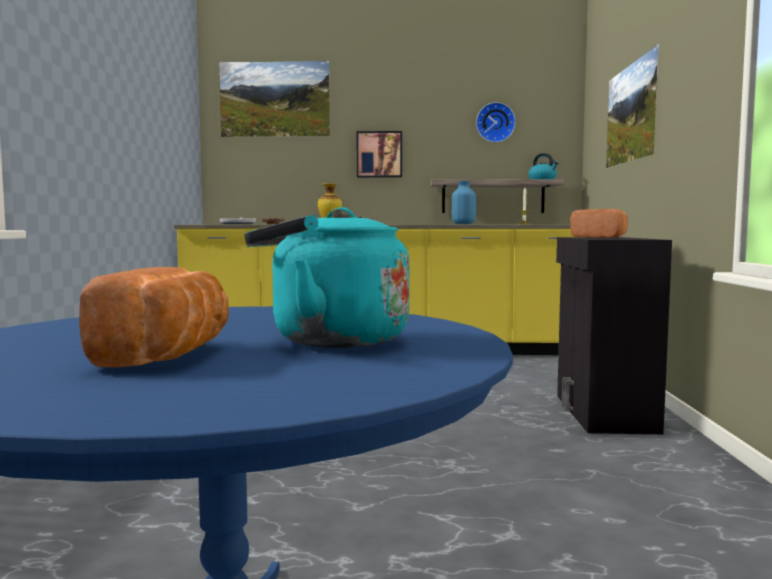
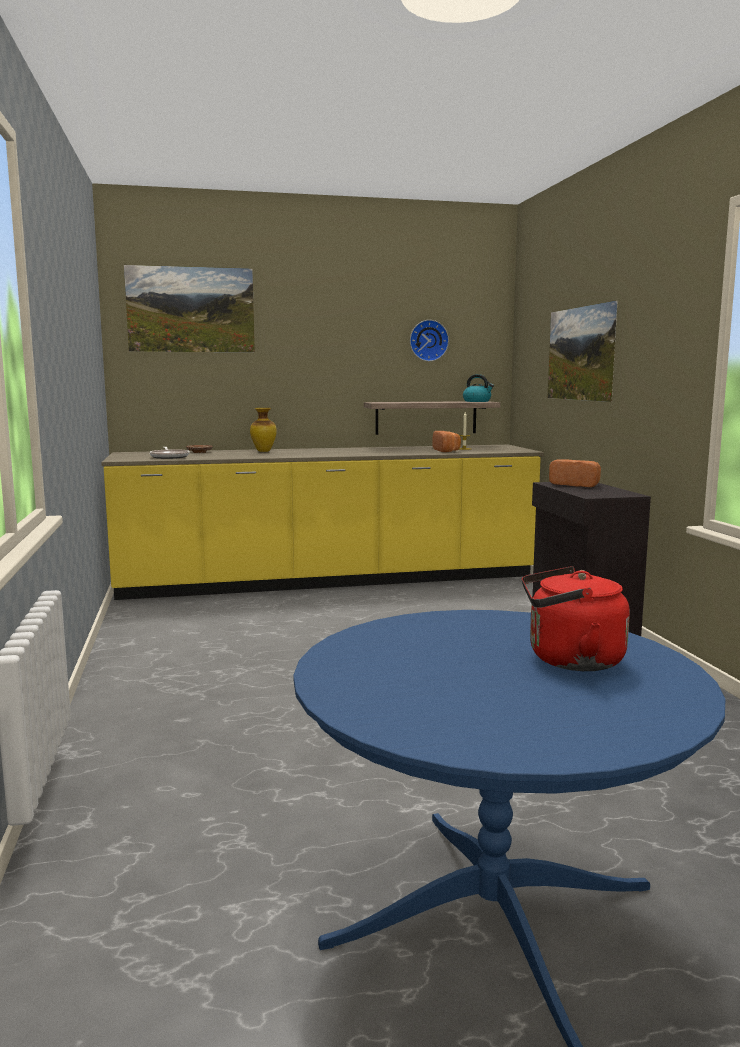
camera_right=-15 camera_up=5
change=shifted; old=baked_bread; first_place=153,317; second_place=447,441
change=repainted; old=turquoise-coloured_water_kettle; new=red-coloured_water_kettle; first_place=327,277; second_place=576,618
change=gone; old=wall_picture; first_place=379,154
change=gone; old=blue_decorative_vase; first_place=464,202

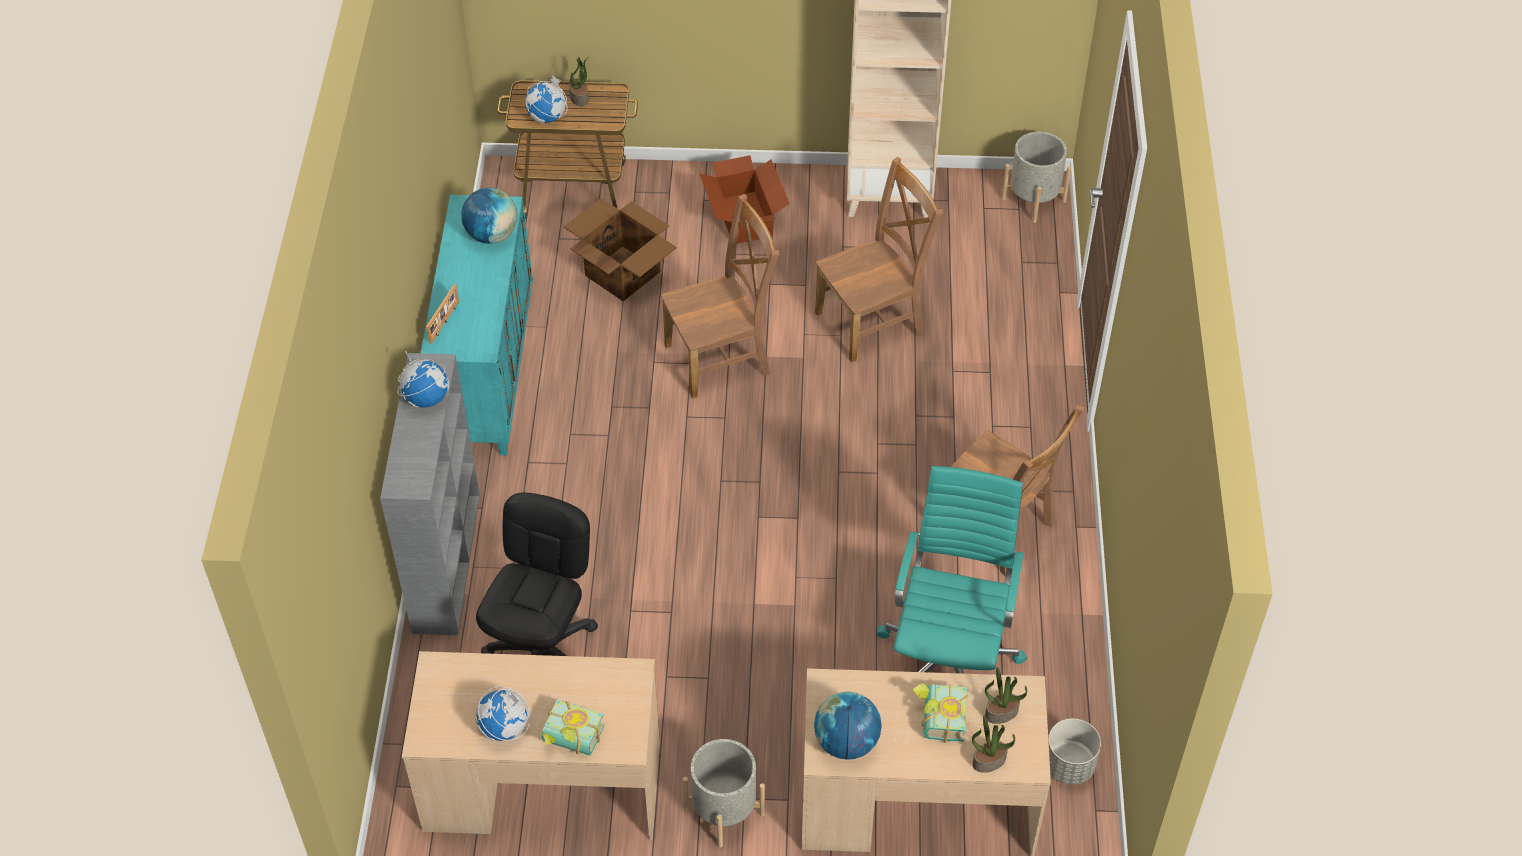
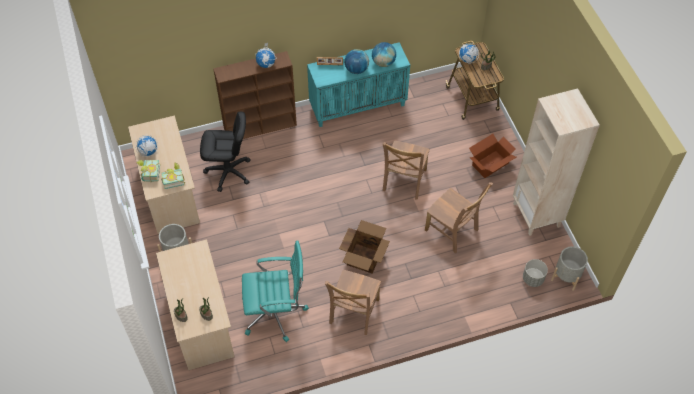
camera_right=70 camera_up=5
change=shifted; old=volume; first_place=940,713; second_place=173,176
change=repainted; old=gray_bookshelf; new=brown-coloured_bookshelf; first_place=430,494; second_place=255,95
change=shifted; old=packing_box; first_place=620,249; second_place=364,247
change=shifted; old=world_globe; first_place=848,726; second_place=357,61
change=rotated; old=brown-coloured_chair; first_place=720,296; second_place=406,170; degrees=60
change=shifted; old=gray_plant_pot; first_place=1074,751; second_place=535,273

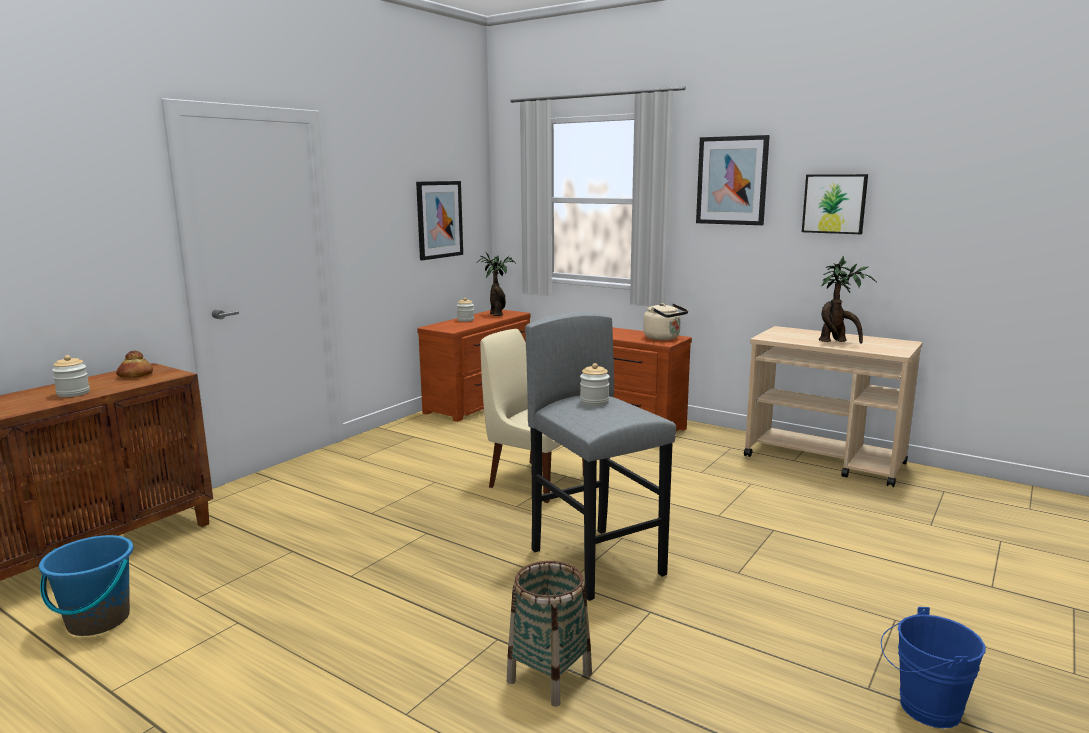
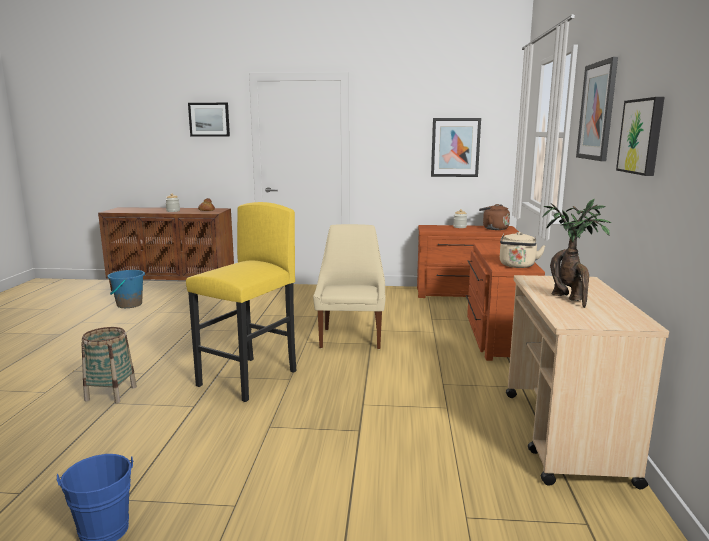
camera_right=60 camera_up=0
change=repainted; old=gray_stool; new=yellow_stool; first_place=600,456; second_place=241,302
change=new; new=wall_picture; second_place=209,120
change=swapped; old=houseplant; new=brown-coloured_water_kettle; first_place=496,283; second_place=494,217
change=gone; old=jar; first_place=595,384

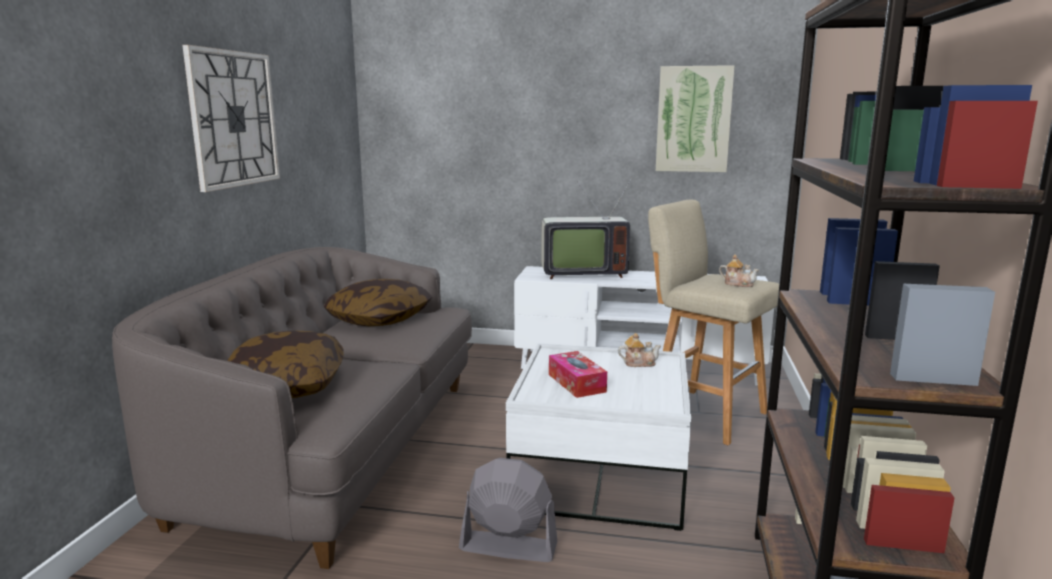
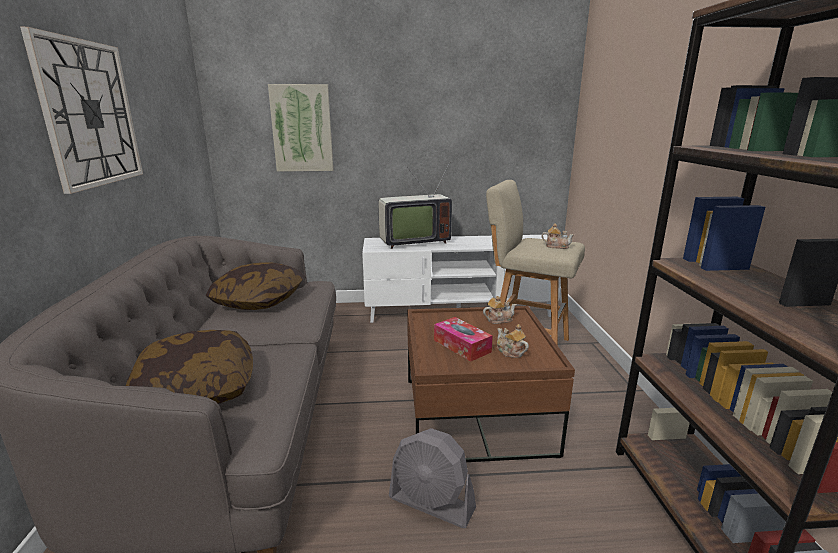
camera_right=-15 camera_up=5
change=shifted; old=wall_picture; first_place=695,118; second_place=300,128
change=rotated; old=gray_electric_fan; first_place=508,510; second_place=432,478; degrees=-150
change=repainted; old=white_low_table; new=brown-coloured_low_table; first_place=598,437; second_place=491,384
change=new; new=pot_for_tea; second_place=513,341

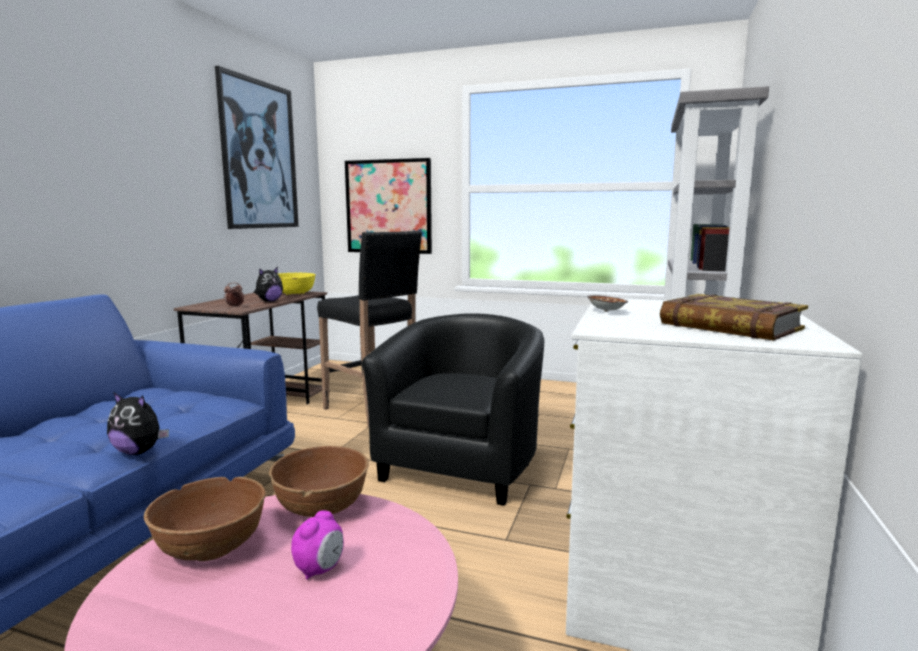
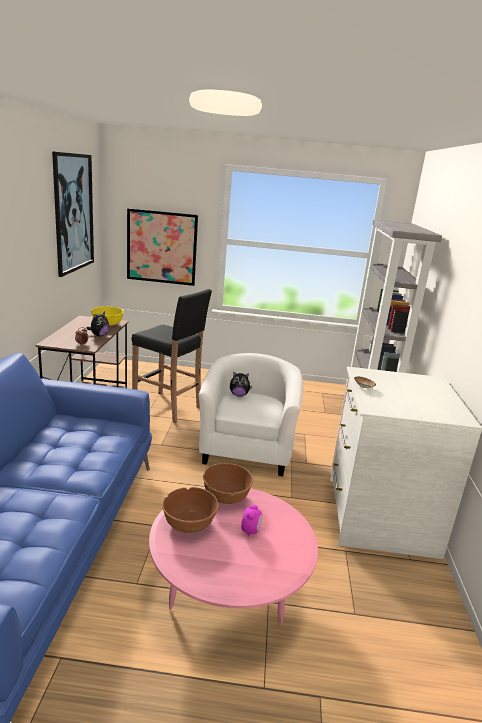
camera_right=-15 camera_up=10
change=repainted; old=blackish_lounge_chair; new=white_lounge_chair; first_place=453,409; second_place=251,414
change=shifted; old=soft_toy; first_place=138,423; second_place=241,384
change=gone; old=volume; first_place=734,317

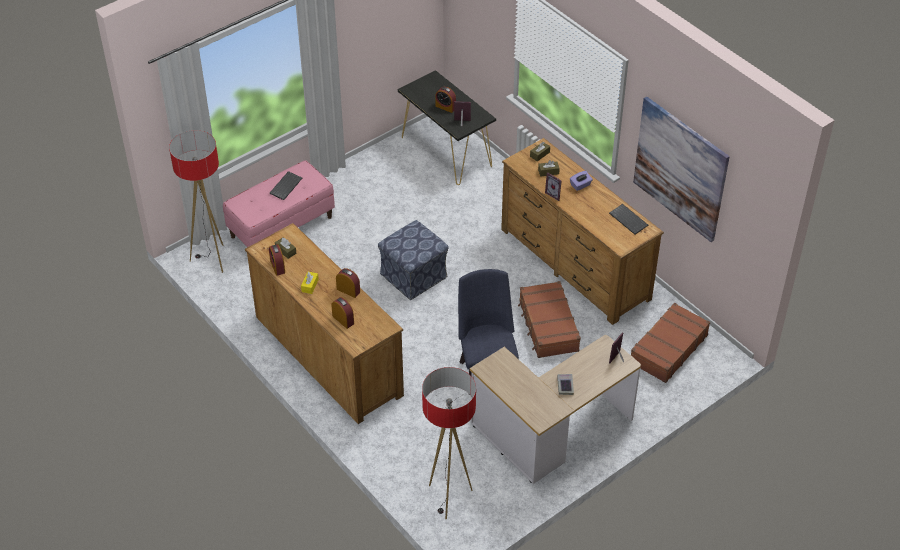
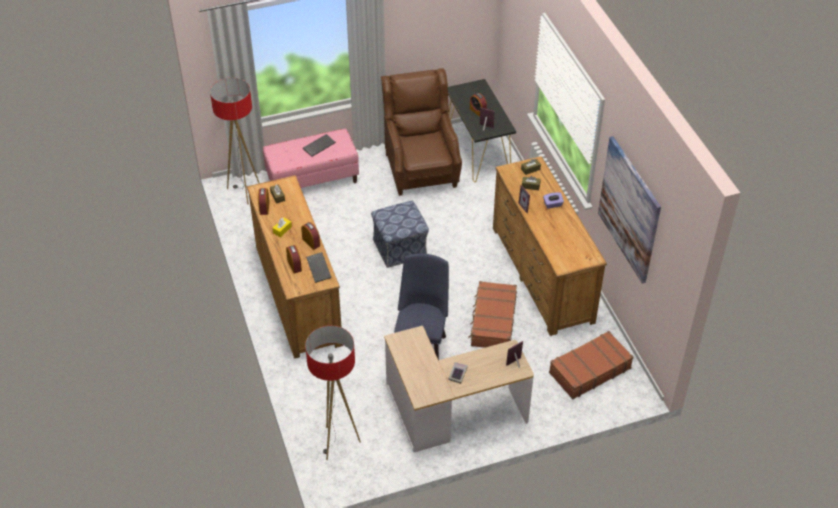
camera_right=20 camera_up=0
change=shifted; old=keyboard; first_place=628,219; second_place=318,267
change=new; new=brown-coloured_lounge_chair; second_place=421,132

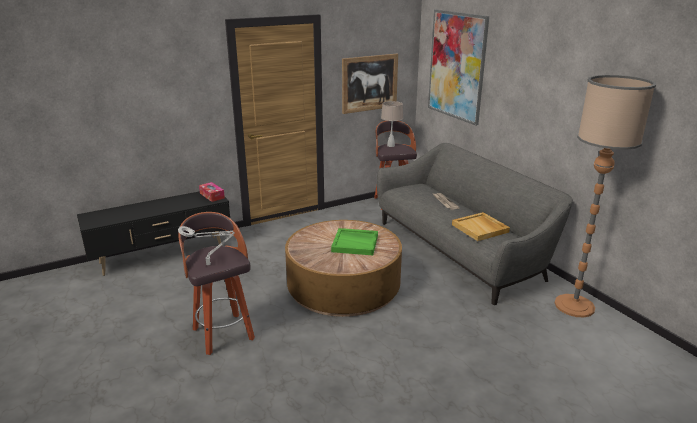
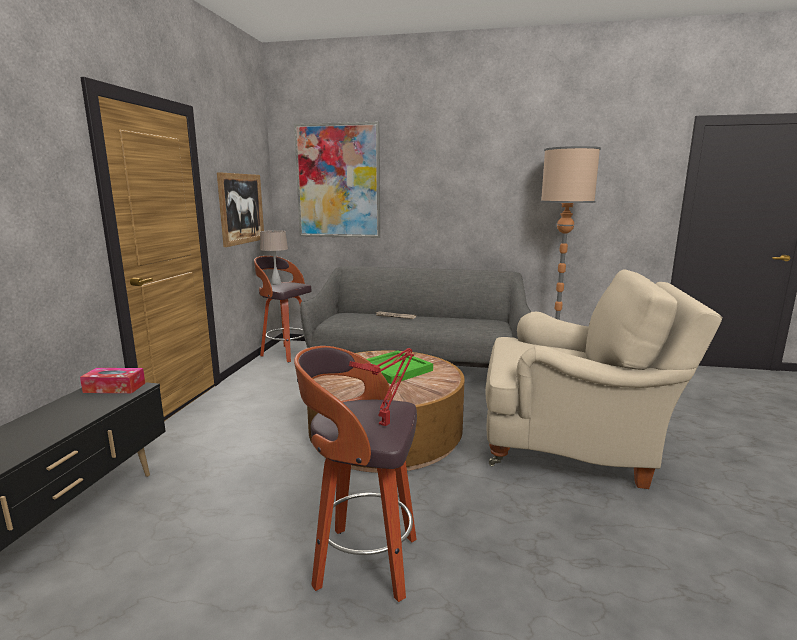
camera_right=-50 camera_up=-10
change=repainted; old=gray_lamp_for_a_table; new=red-coloured_lamp_for_a_table; first_place=206,245; second_place=381,387
change=new; new=beige_lounge_chair; second_place=603,379
change=gone; old=beige_carrying_tray; first_place=481,226

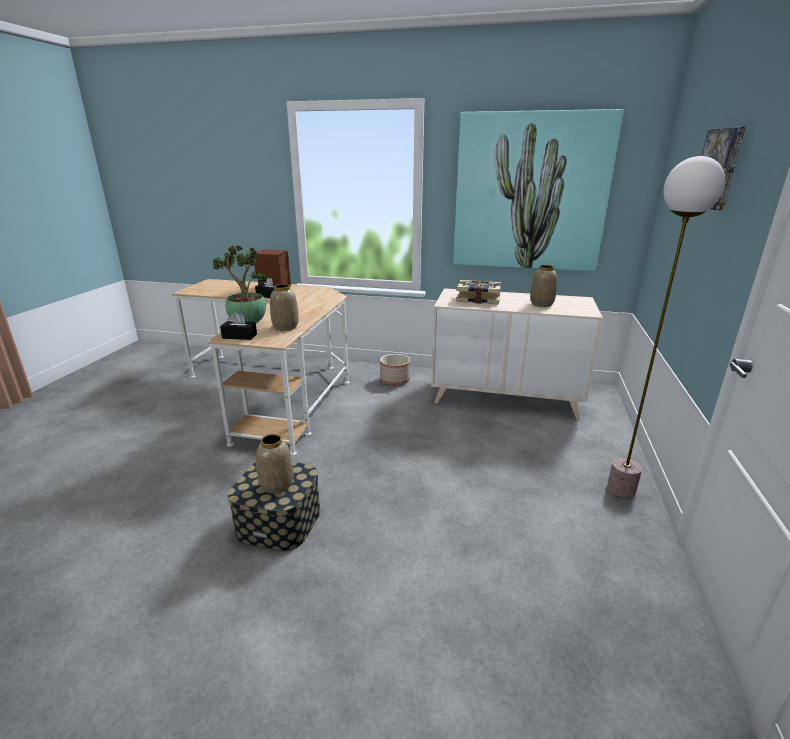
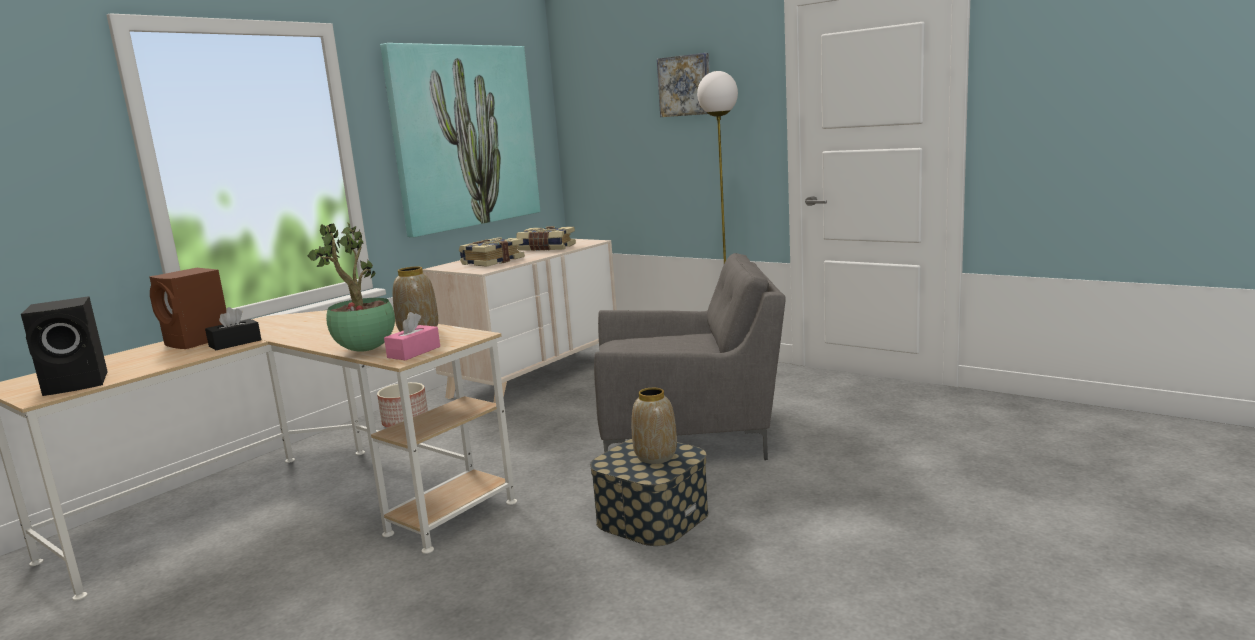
camera_right=-65 camera_up=-10
change=new; new=blackish_speaker; second_place=64,346
change=repainted; old=blackish_tissue_box; new=pink-coloured_tissue_box; first_place=238,326; second_place=412,336
change=swapped; old=decorative_vase; new=volume; first_place=543,286; second_place=546,238
change=new; new=gray_lounge_chair; second_place=690,356

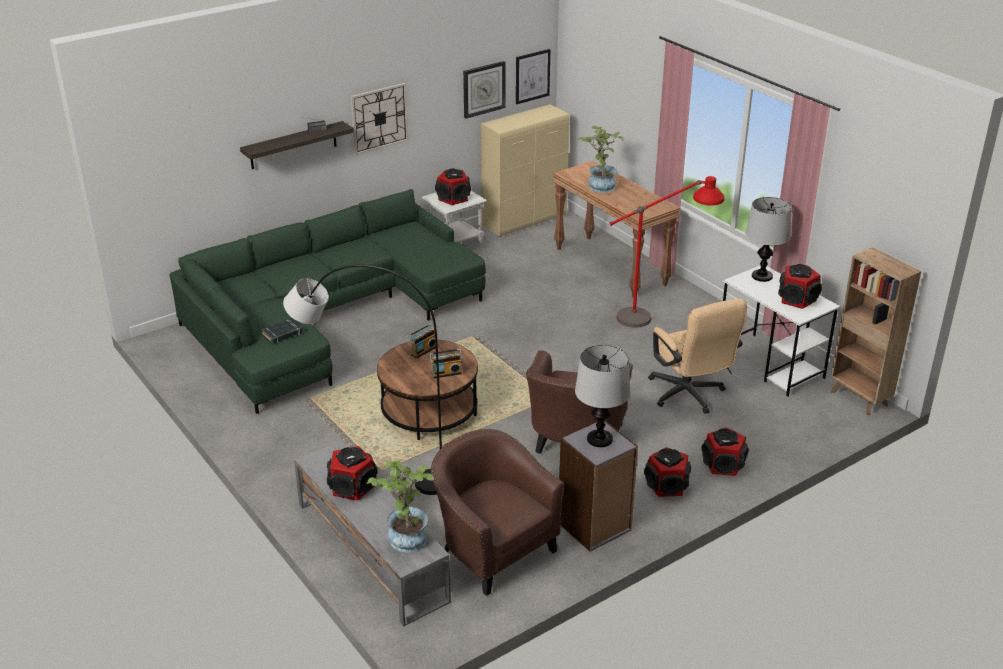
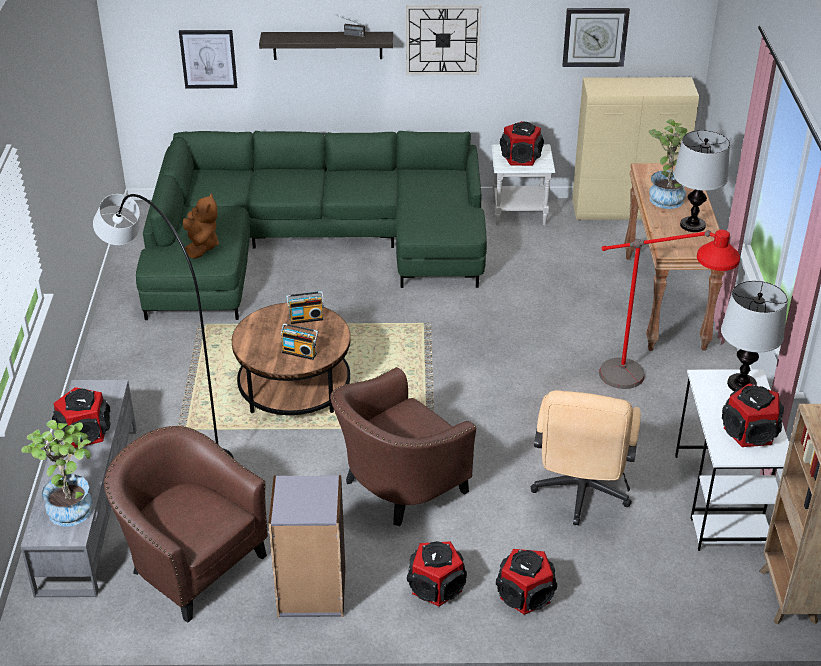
camera_right=35 camera_up=5
change=rotated; old=brown-coloured_lounge_chair; first_place=497,512; second_place=186,524; degrees=-45
change=shifted; old=wall_picture; first_place=533,76; second_place=208,59
change=swapped; old=blackish_volume; new=brown-coloured_soft_toy; first_place=282,331; second_place=201,226
change=shifted; old=lamp_for_a_table; first_place=602,396; second_place=702,181

